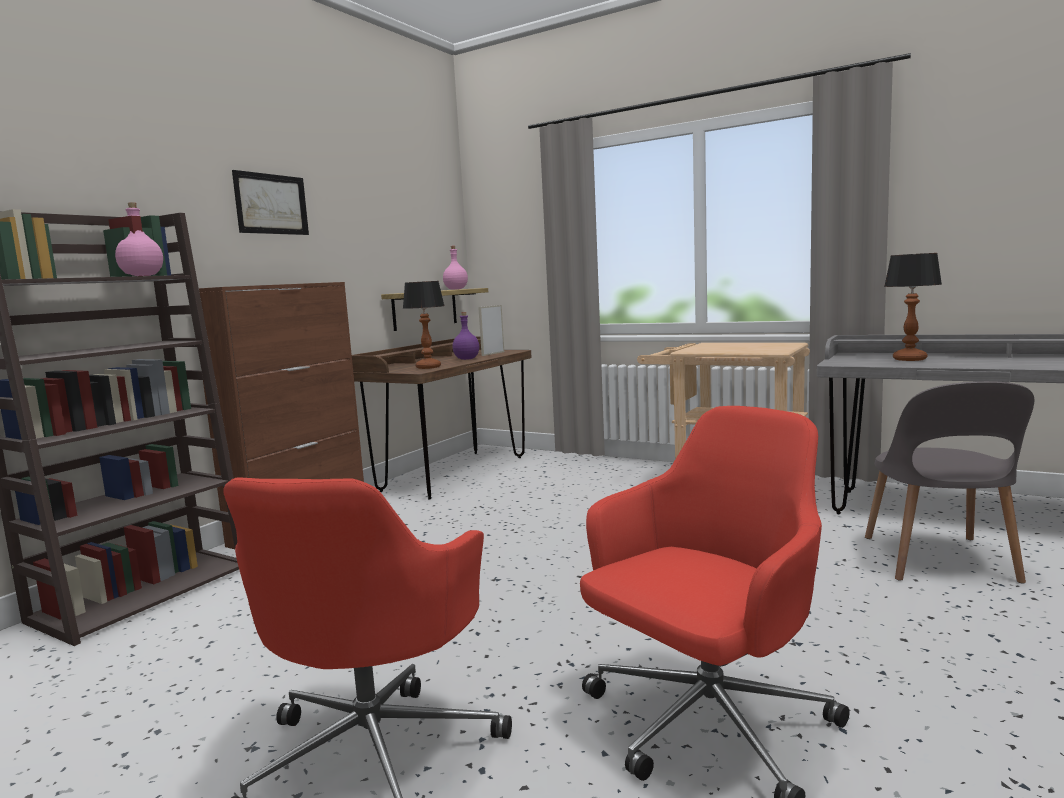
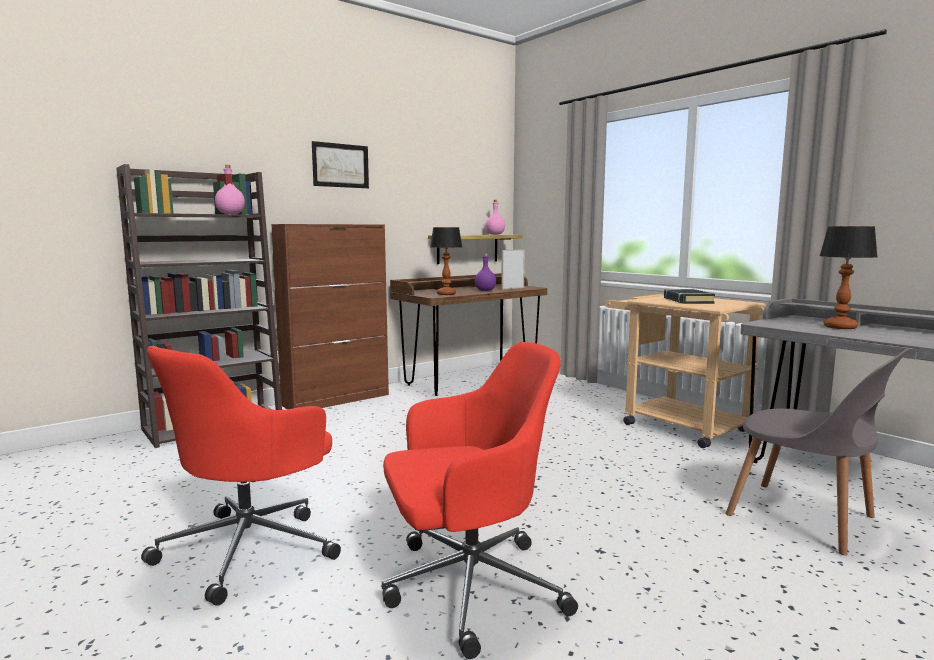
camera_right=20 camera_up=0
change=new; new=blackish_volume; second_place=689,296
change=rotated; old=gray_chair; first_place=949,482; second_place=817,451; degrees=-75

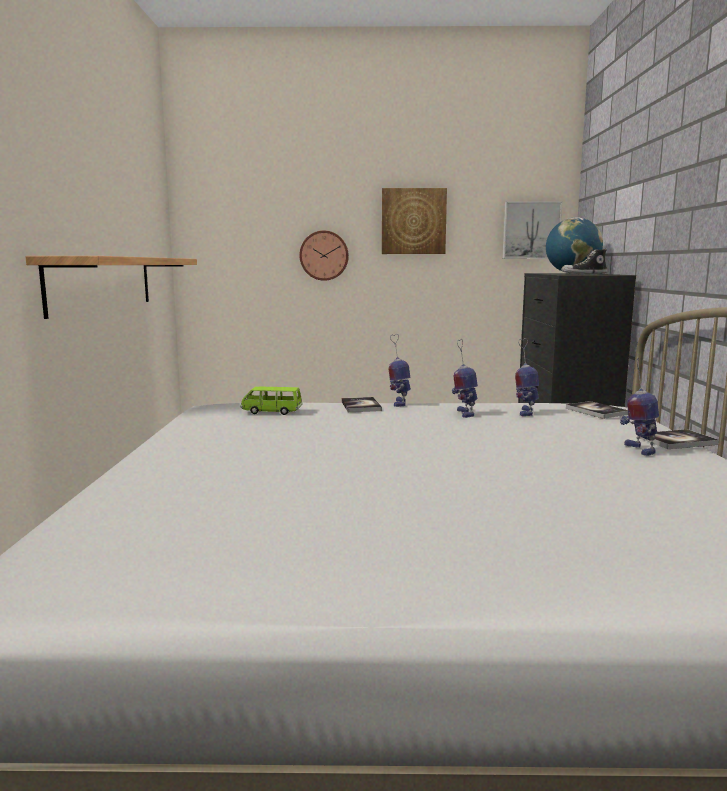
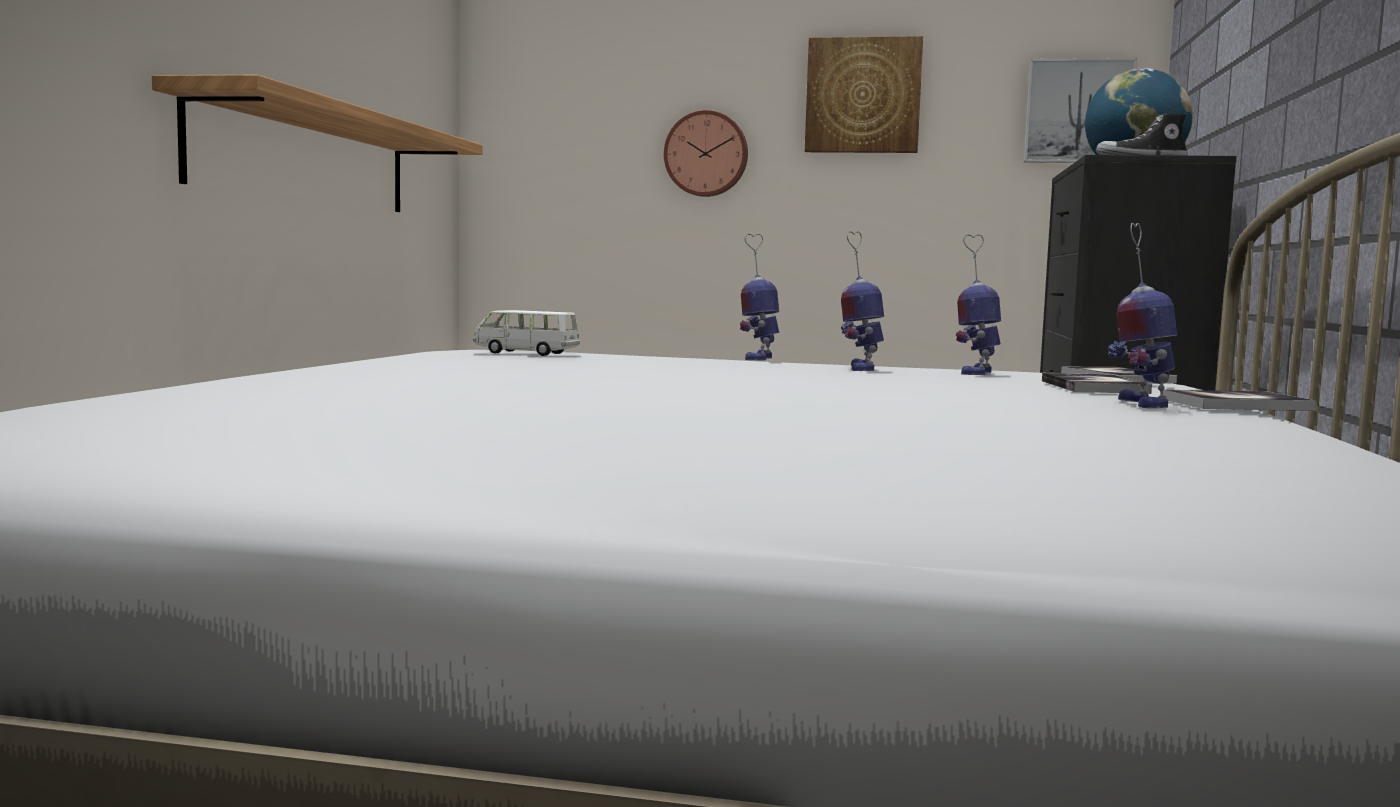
camera_right=10 camera_up=-5
change=repainted; old=green-coloured_model_car; new=white_model_car; first_place=271,401; second_place=526,333
change=shifted; old=volume; first_place=362,404; second_place=1097,383

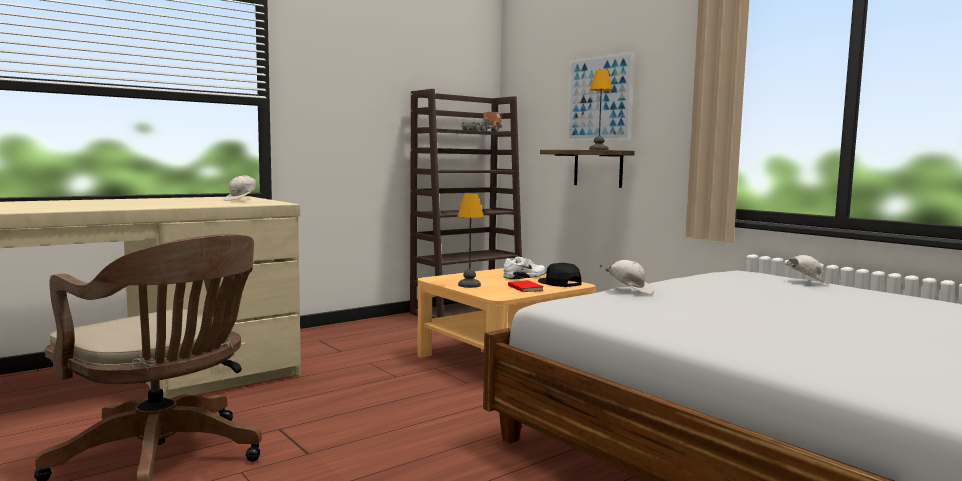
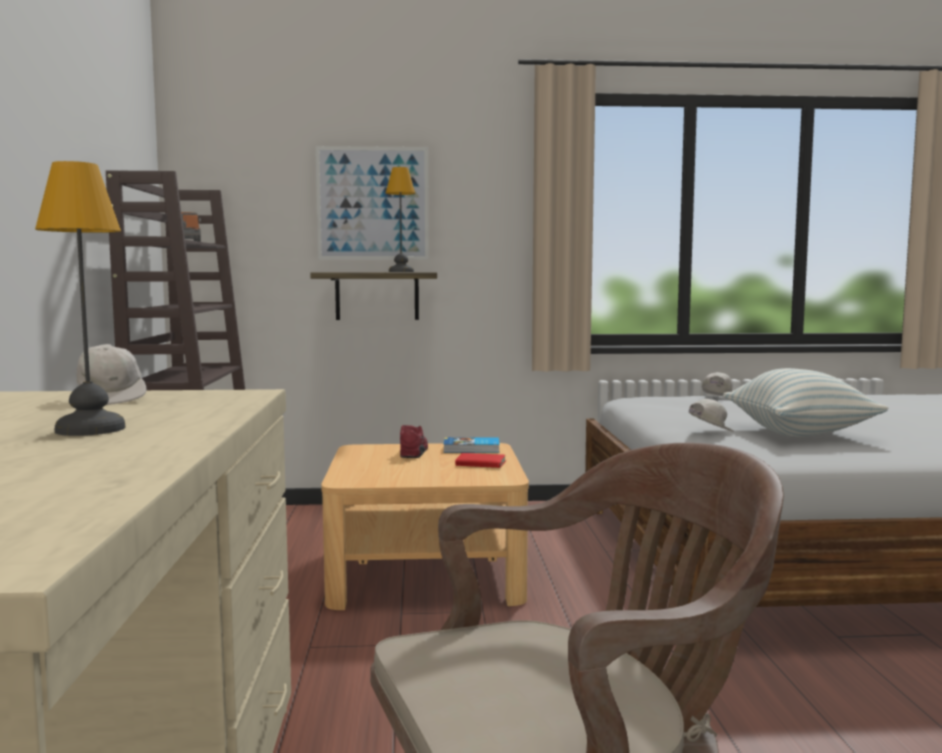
camera_right=-55 camera_up=0
change=shifted; old=lamp_for_a_table; first_place=470,241; second_place=80,298
change=repainted; old=white_item_of_footwear; new=red-coloured_item_of_footwear; first_place=524,267; second_place=414,441
change=swapped; old=blackish_cap; new=volume; first_place=559,275; second_place=471,445
change=new; new=pillow; second_place=805,402

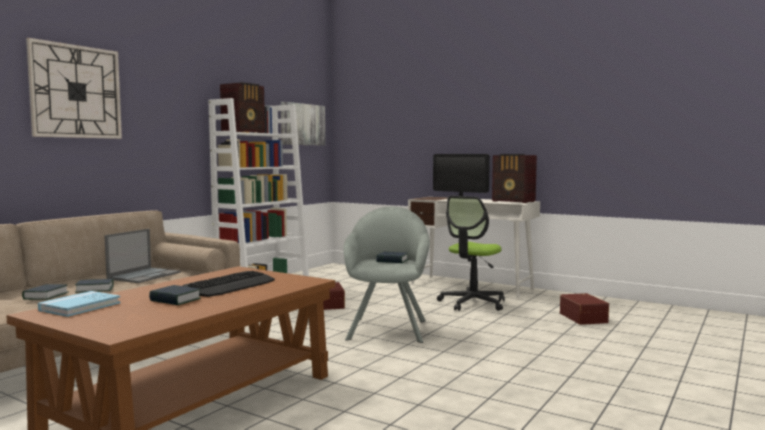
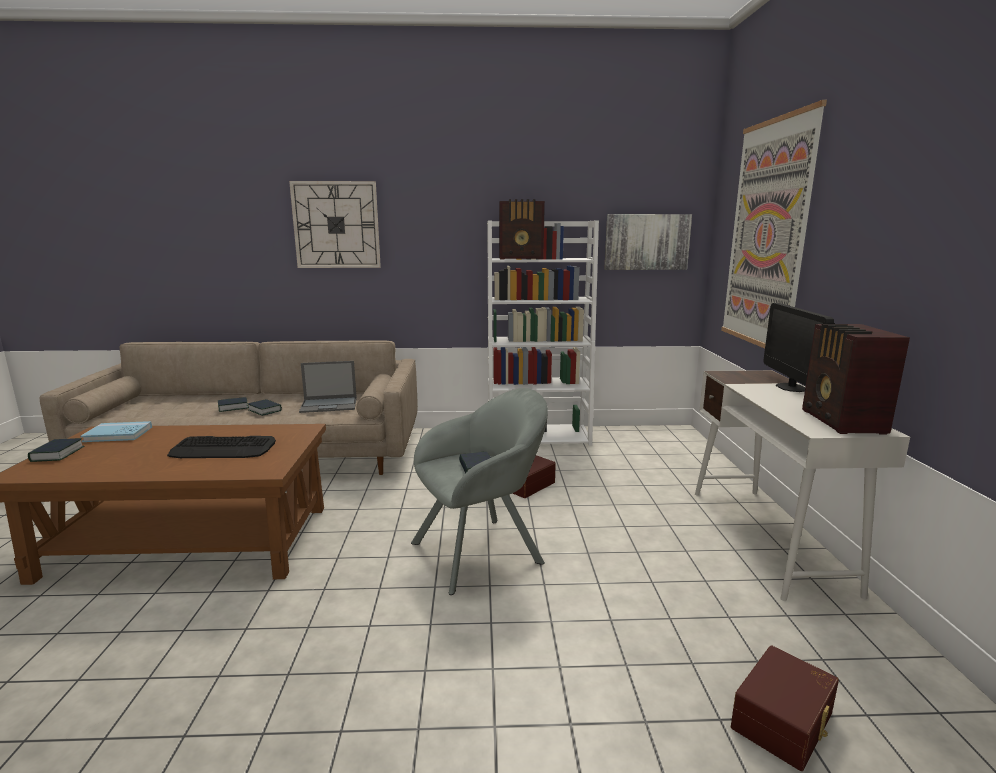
camera_right=55 camera_up=10
change=shifted; old=volume; first_place=175,295; second_place=56,450
change=new; new=wall_picture; second_place=774,224
change=gone; old=office_chair; first_place=471,253

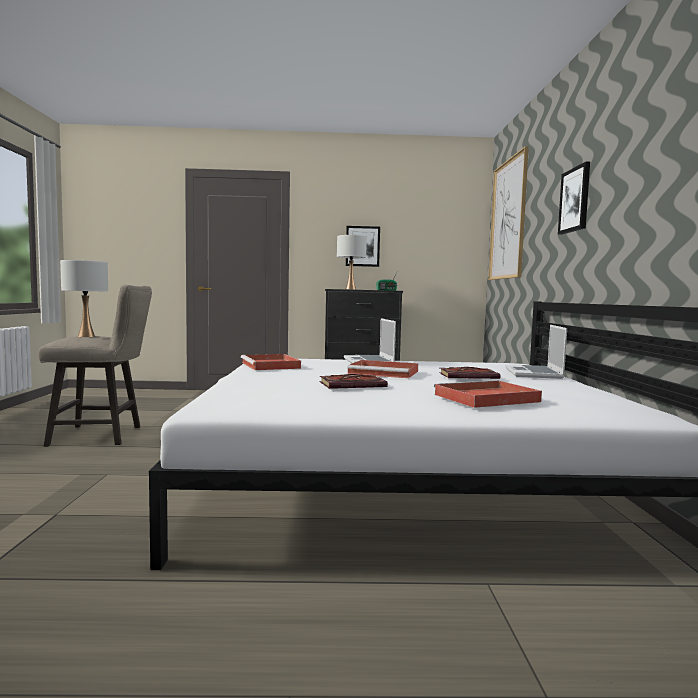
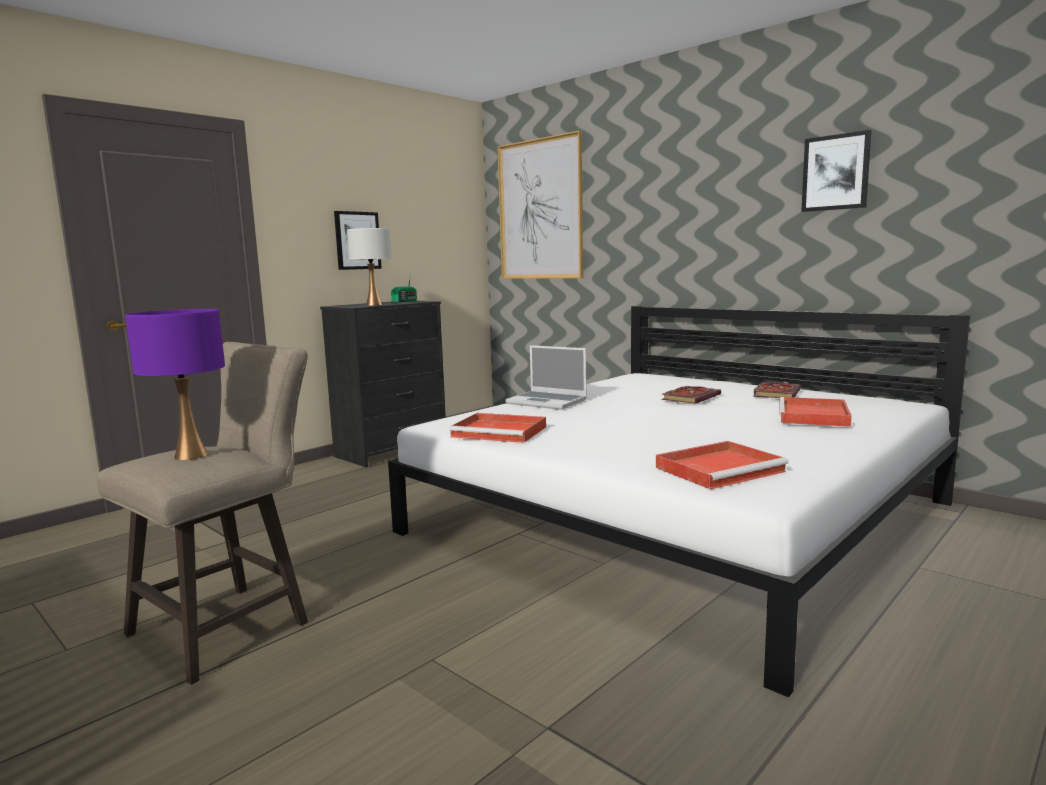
camera_right=-45 camera_up=5
change=repainted; old=white_lamp_for_a_table; new=purple_lamp_for_a_table; first_place=84,298; second_place=175,384
change=shifted; old=red-coloured_carrying_tray; first_place=382,369; second_place=722,465
change=shifted; old=volume; first_place=353,381; second_place=777,390
change=shifted; old=wall_picture; first_place=574,198; second_place=836,171
change=gone; old=laptop; first_place=536,352

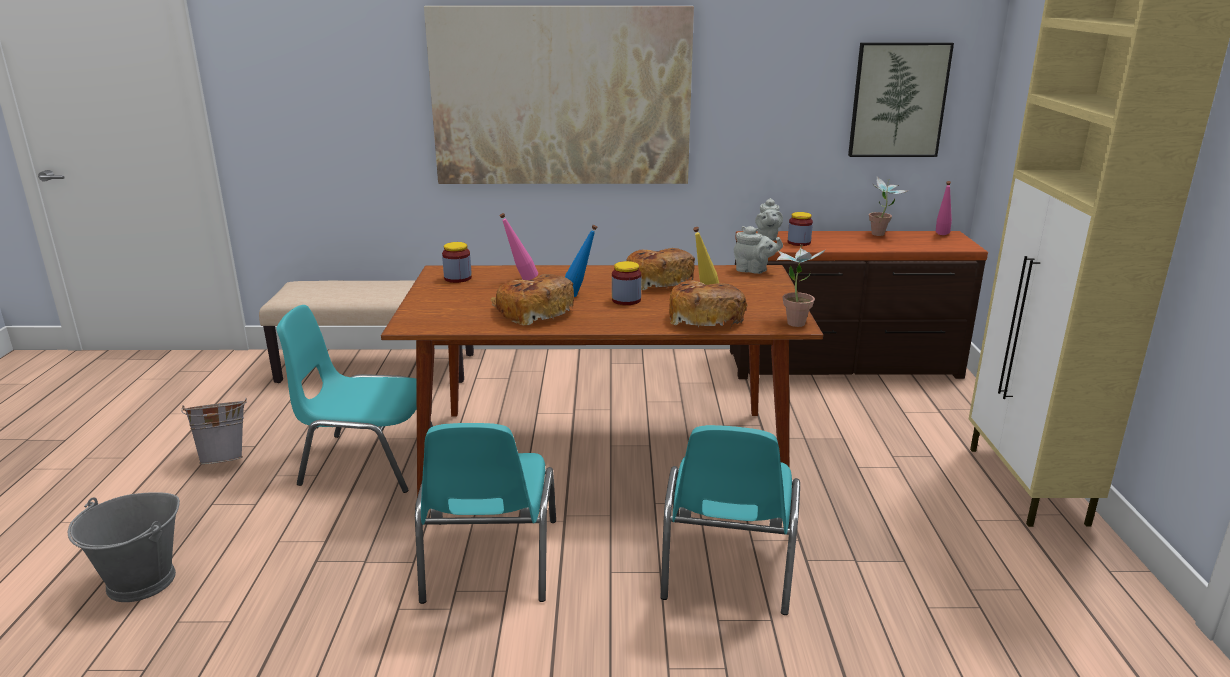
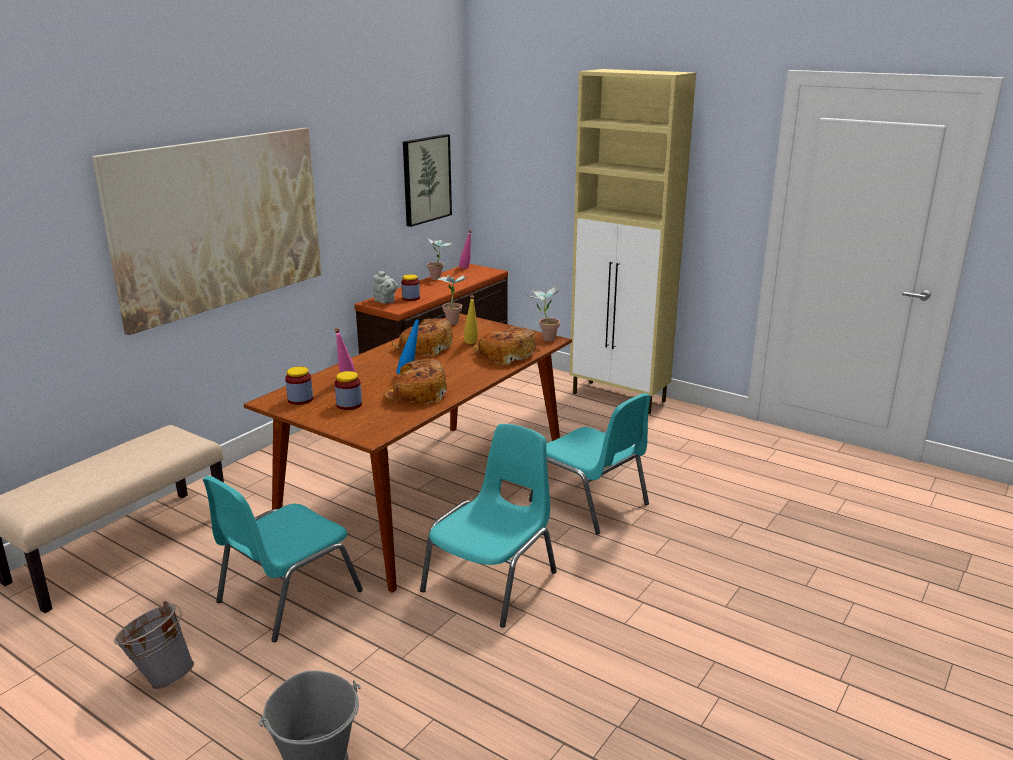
camera_right=-55 camera_up=0
change=shifted; old=jar; first_place=626,283; second_place=348,390
change=rotated; old=turquoise-coloured_chair; first_place=485,513; second_place=488,526; degrees=-90
change=swapped; old=gray_pot_for_tea; new=houseplant; first_place=758,250; second_place=452,298

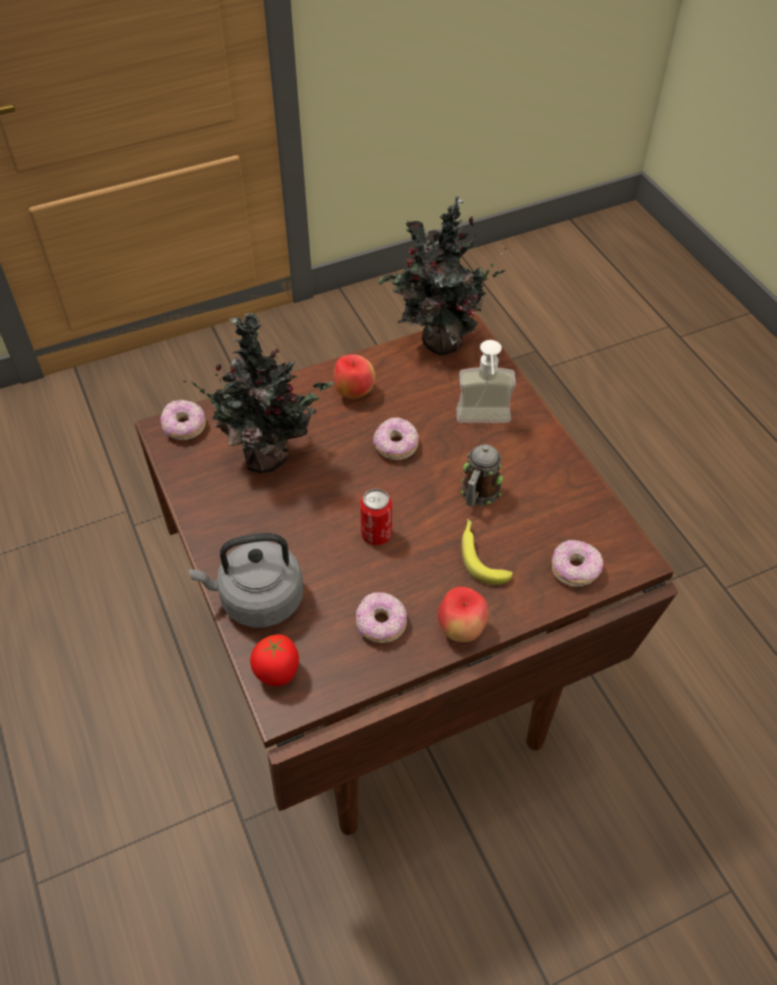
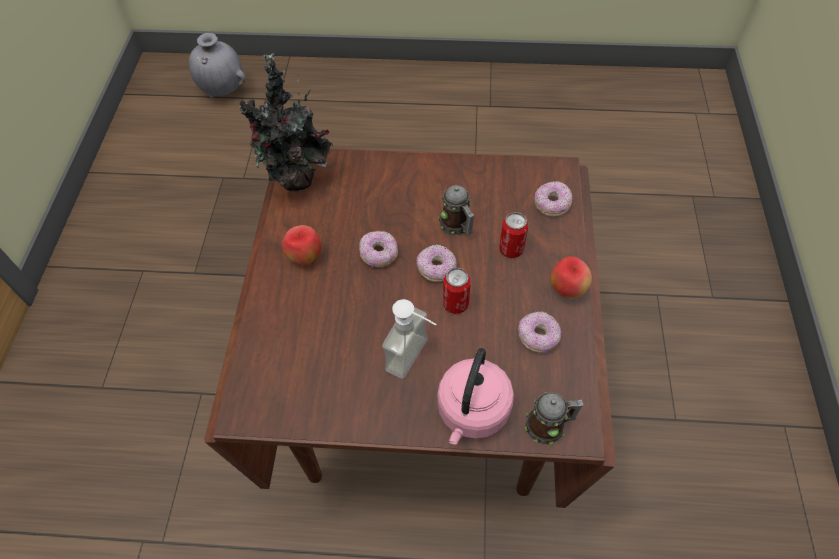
camera_right=-60 camera_up=5
change=new; new=gray_decorative_vase; second_place=217,65
change=shifted; old=liquid_soap_bottle; first_place=486,381; second_place=409,339
change=shifted; old=donut; first_place=183,420; second_place=437,263
change=repainted; old=gray_water_kettle; new=pink-coloured_water_kettle; first_place=246,580; second_place=475,396
change=swapped; old=banana; new=sealed_can; first_place=487,552; second_place=513,235
change=swapped; old=fresh_tomato; new=mug; first_place=274,660; second_place=554,418
change=gone; old=houseplant; first_place=258,393

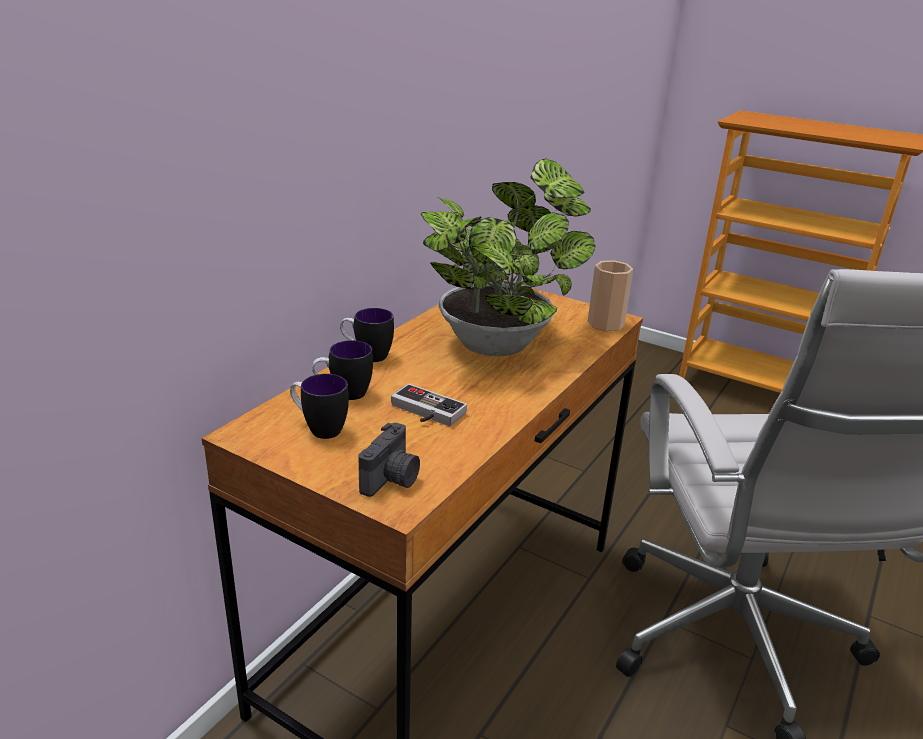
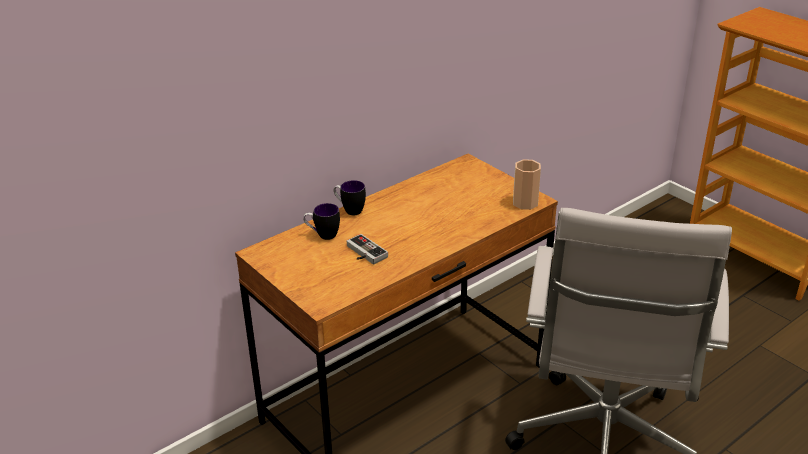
camera_right=20 camera_up=5
change=gone; old=mug; first_place=319,406
change=gone; old=still_camera; first_place=389,460
change=gone; old=houseplant; first_place=508,257

